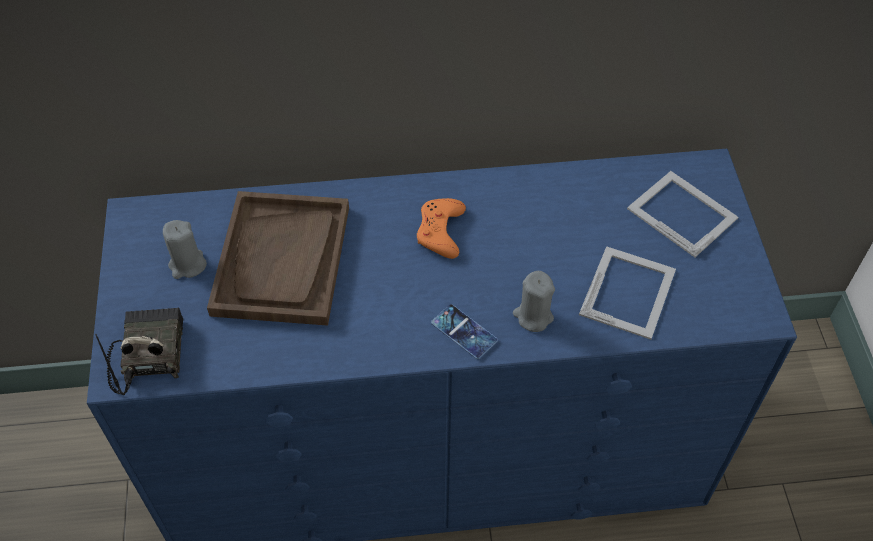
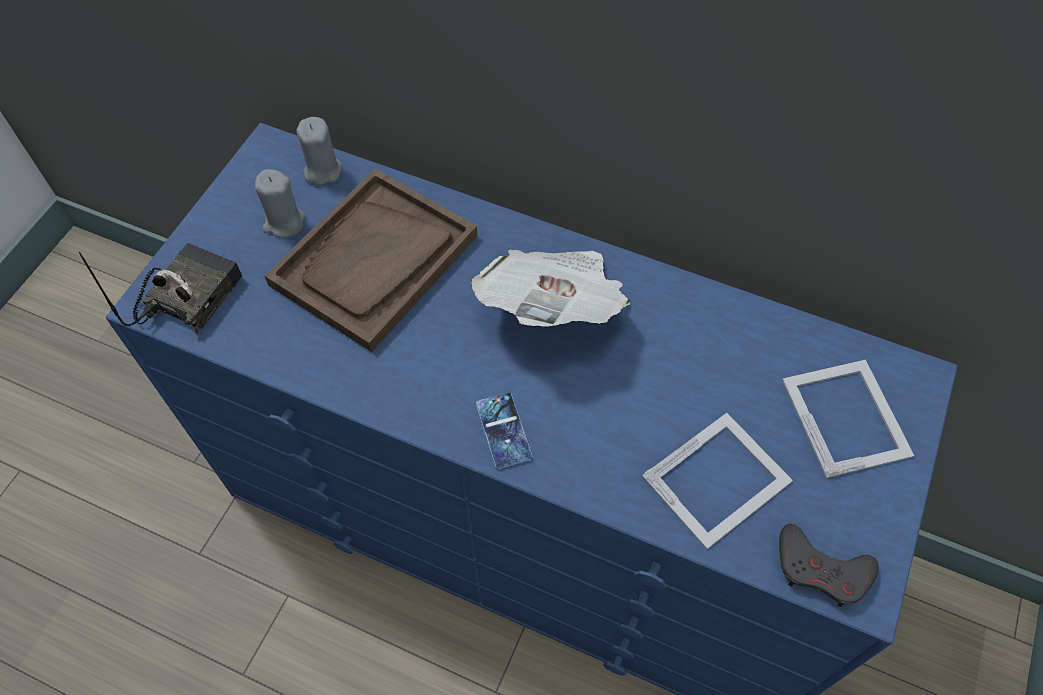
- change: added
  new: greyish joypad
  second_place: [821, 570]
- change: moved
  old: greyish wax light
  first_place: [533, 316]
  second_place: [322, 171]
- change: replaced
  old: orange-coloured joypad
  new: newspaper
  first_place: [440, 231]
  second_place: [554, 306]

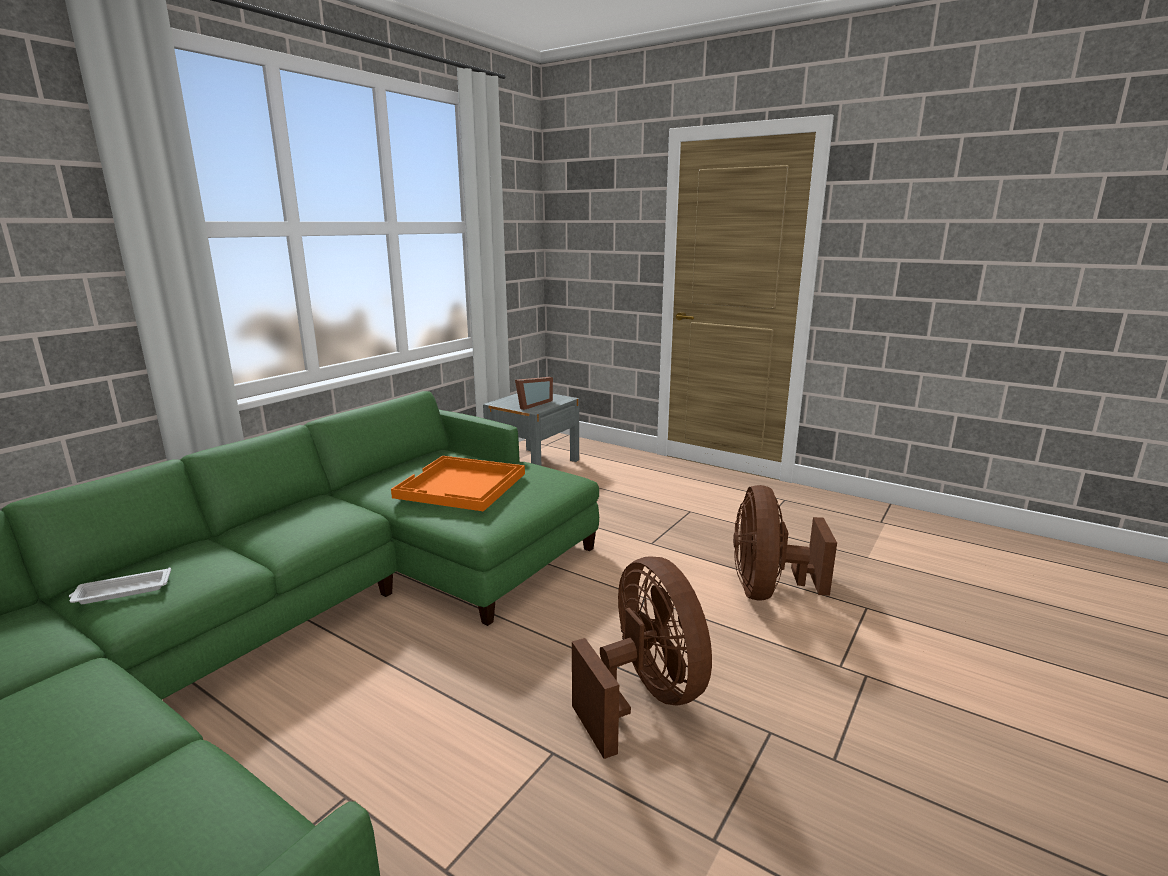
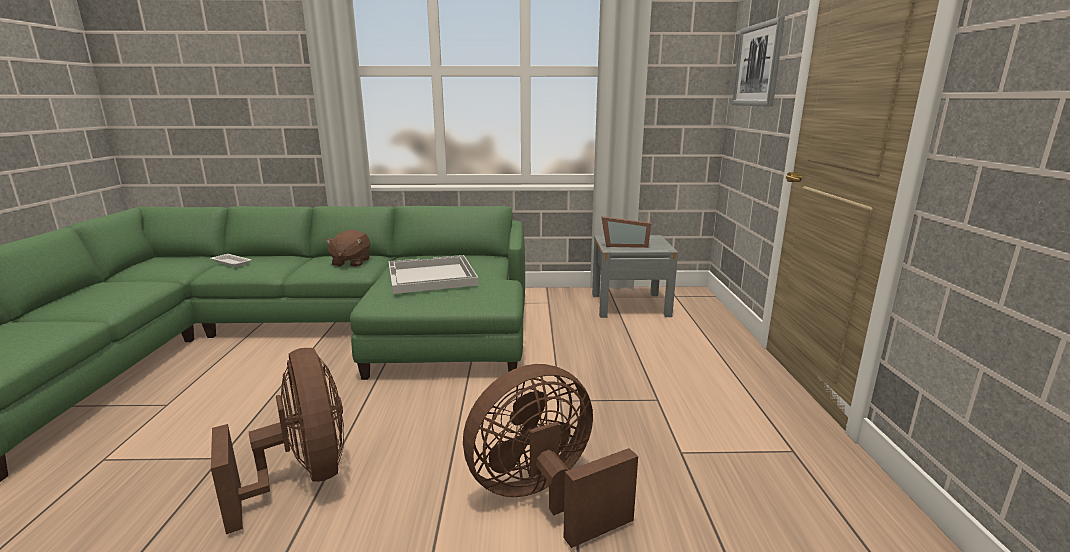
- change: added
  new: brown-coloured plush toy
  second_place: [351, 262]
- change: added
  new: wall art
  second_place: [757, 65]
- change: recoloured
  old: orange-coloured serving tray
  new: white serving tray
  first_place: [461, 486]
  second_place: [430, 276]
- change: turned
  old: brown-coloured cooling fan
  first_place: [644, 697]
  second_place: [303, 476]
  degrees: -60

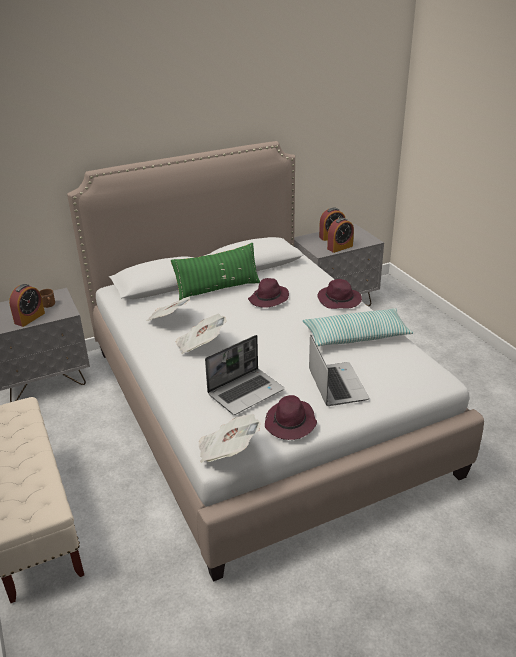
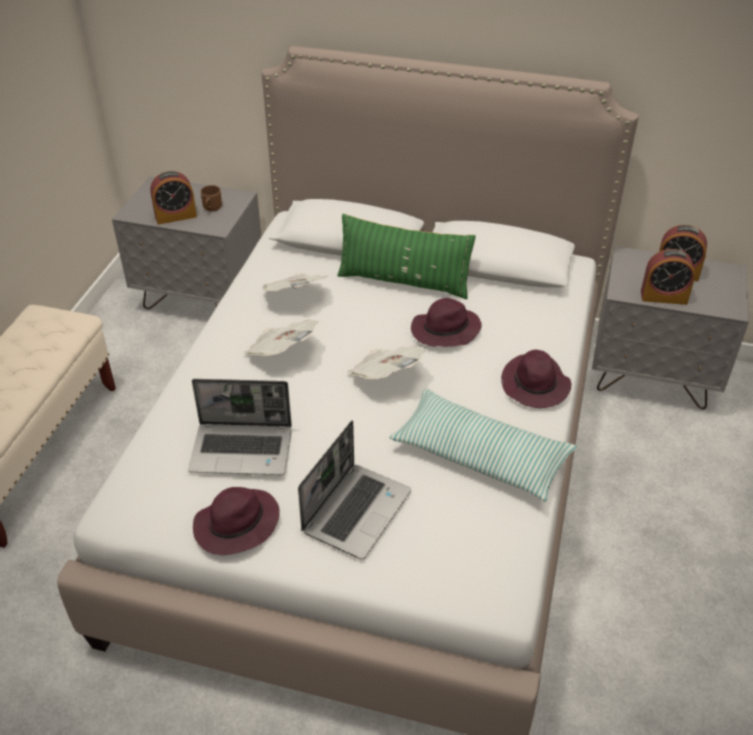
- change: moved
  old: newspaper
  first_place: [227, 451]
  second_place: [386, 376]

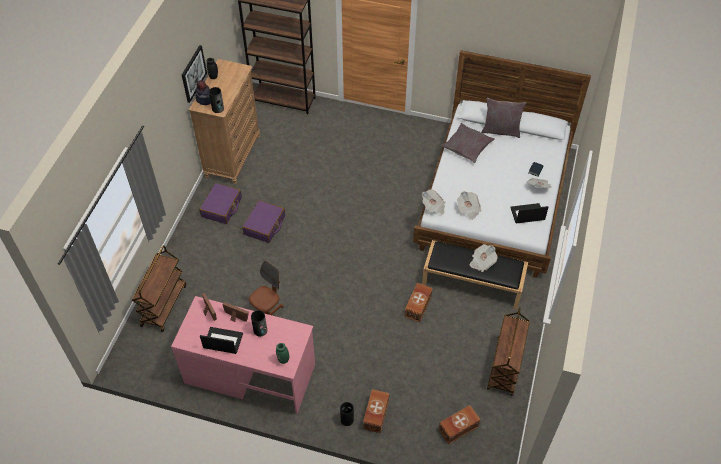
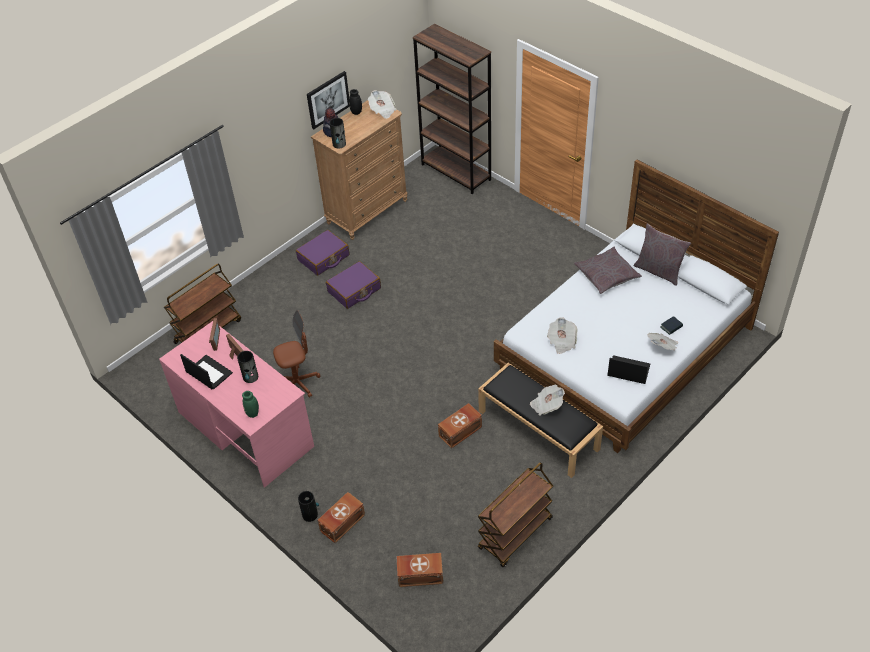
- change: moved
  old: newspaper
  first_place: [433, 206]
  second_place: [382, 110]

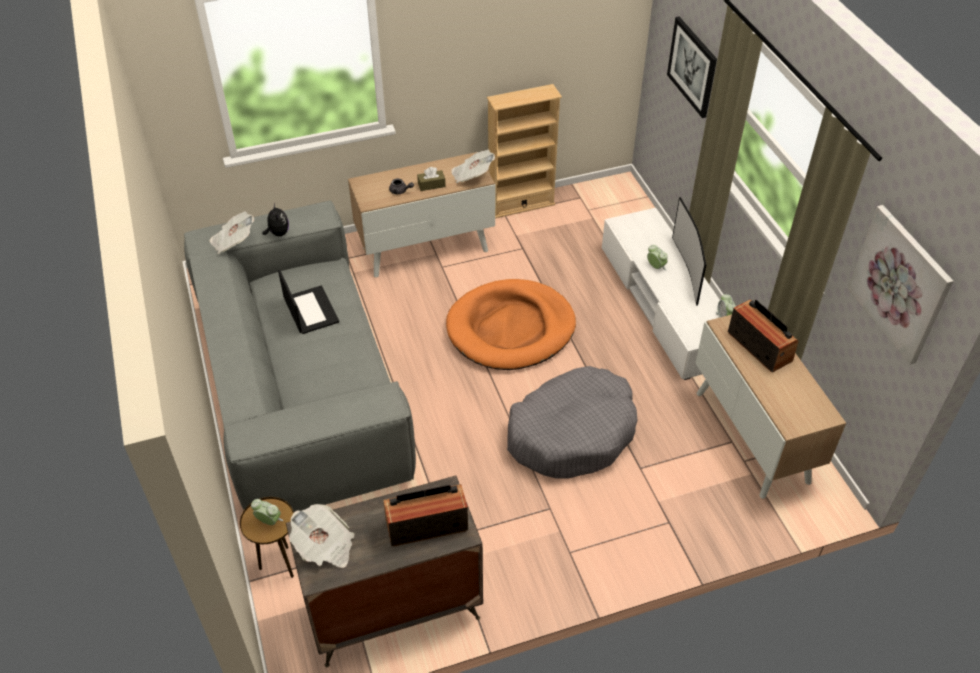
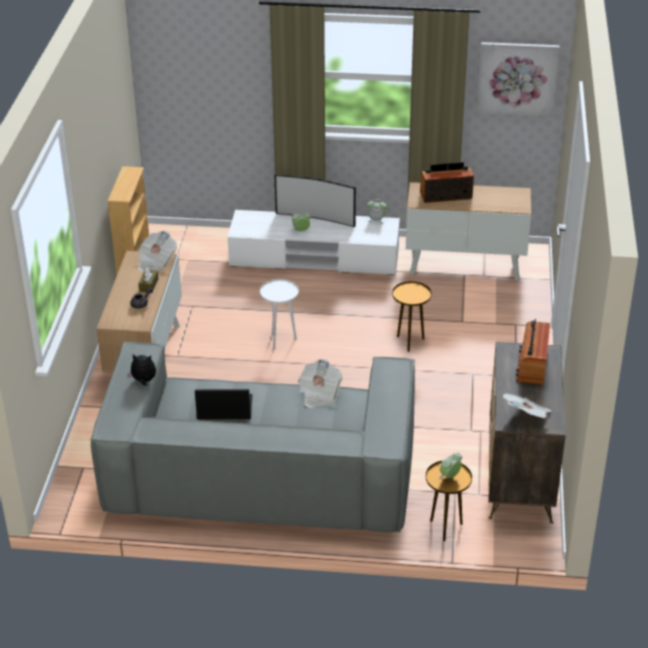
- change: removed
  old: wall art
  first_place: [692, 66]
- change: moved
  old: newspaper
  first_place: [233, 242]
  second_place: [319, 394]
- change: replaced
  old: orange-coloured pet bed
  new: white side table
  first_place: [511, 328]
  second_place: [281, 339]
- change: replaced
  old: greyish pet bed
  new: brown-coloured side table
  first_place: [571, 433]
  second_place: [409, 342]

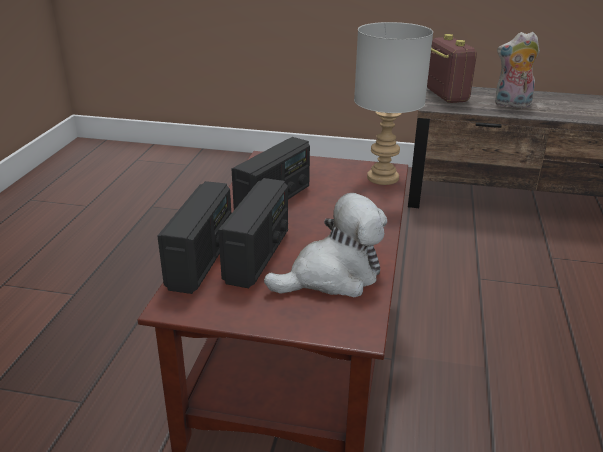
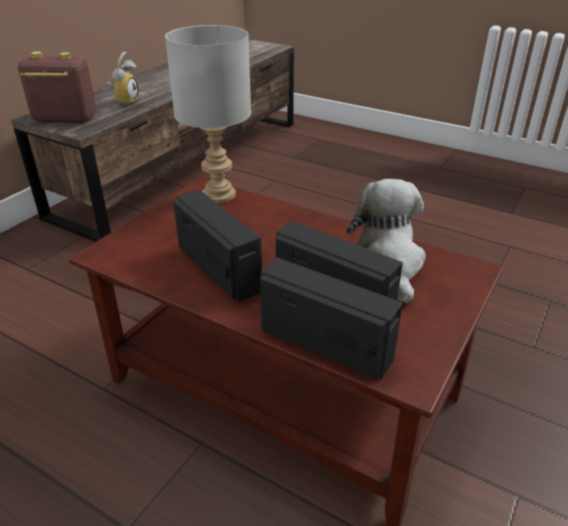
- change: replaced
  old: plush toy
  new: bedside clock
  first_place: [511, 105]
  second_place: [125, 101]

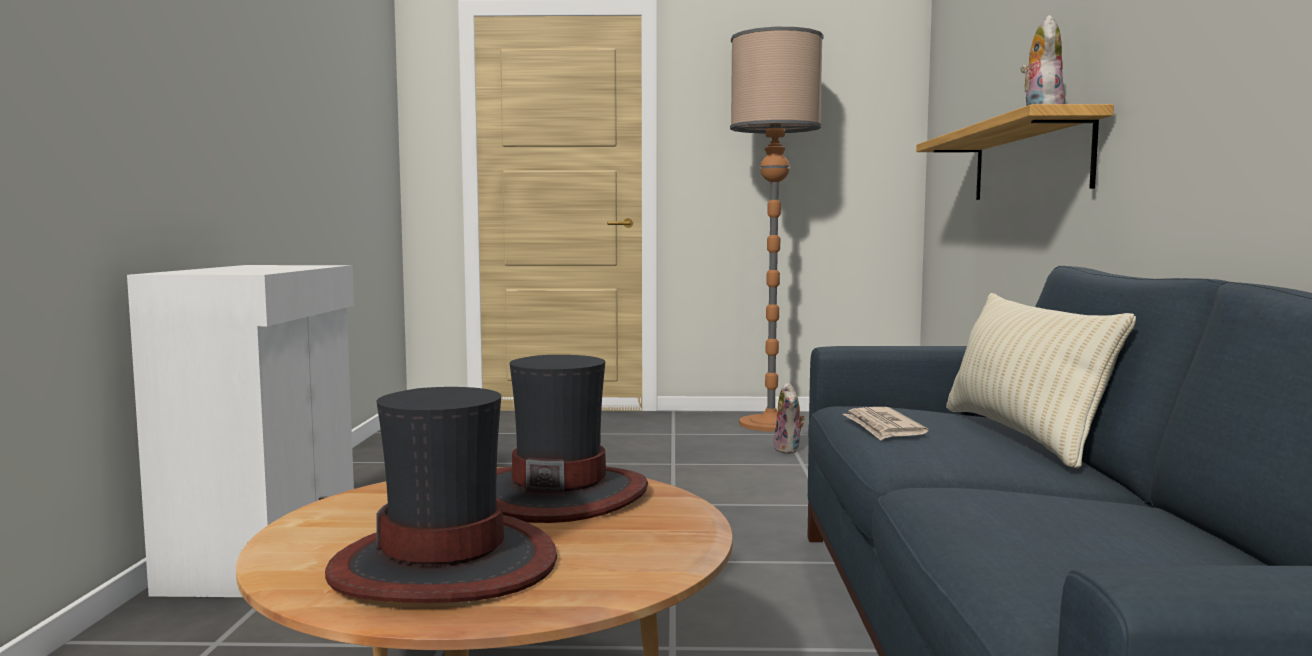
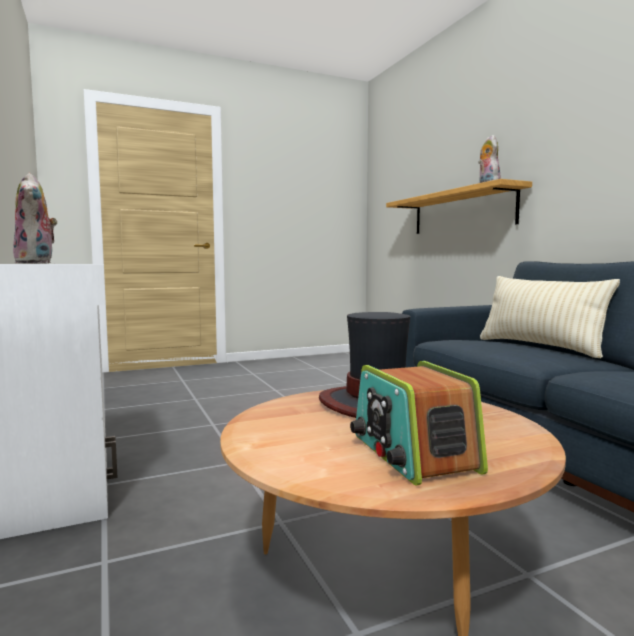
- change: removed
  old: standard lamp
  first_place: [771, 424]
- change: removed
  old: newspaper
  first_place: [883, 428]
- change: moved
  old: plush toy
  first_place: [789, 450]
  second_place: [37, 263]
- change: replaced
  old: clothing hat
  new: radio set
  first_place: [446, 564]
  second_place: [412, 454]

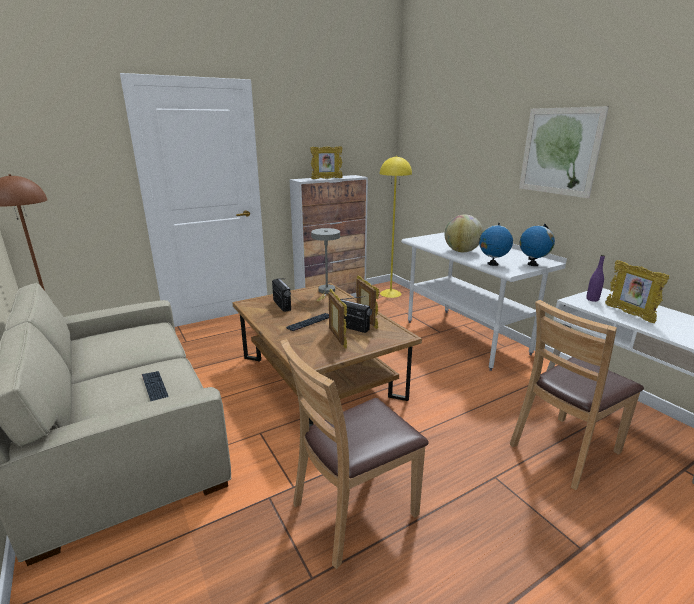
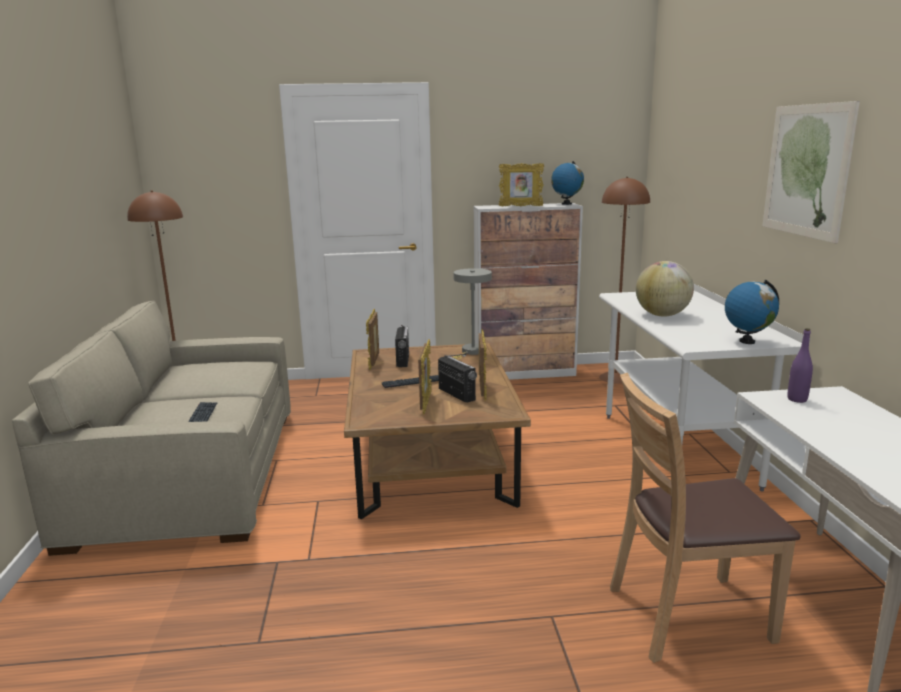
- change: removed
  old: brown-coloured chair
  first_place: [354, 511]
- change: moved
  old: world globe
  first_place: [492, 264]
  second_place: [566, 204]
- change: moved
  old: picture frame
  first_place: [629, 314]
  second_place: [374, 362]
- change: recoloured
  old: yellow-coloured standard lamp
  new: brown-coloured standard lamp
  first_place: [391, 293]
  second_place: [615, 377]

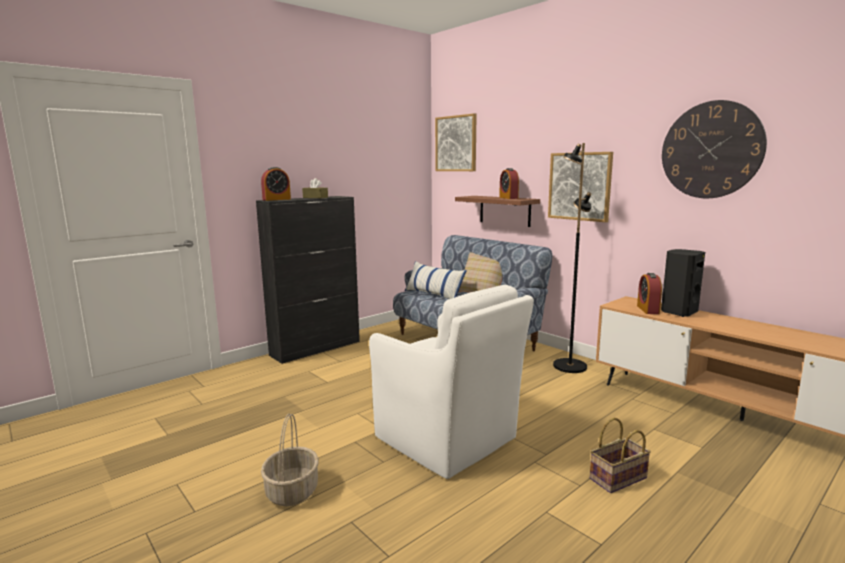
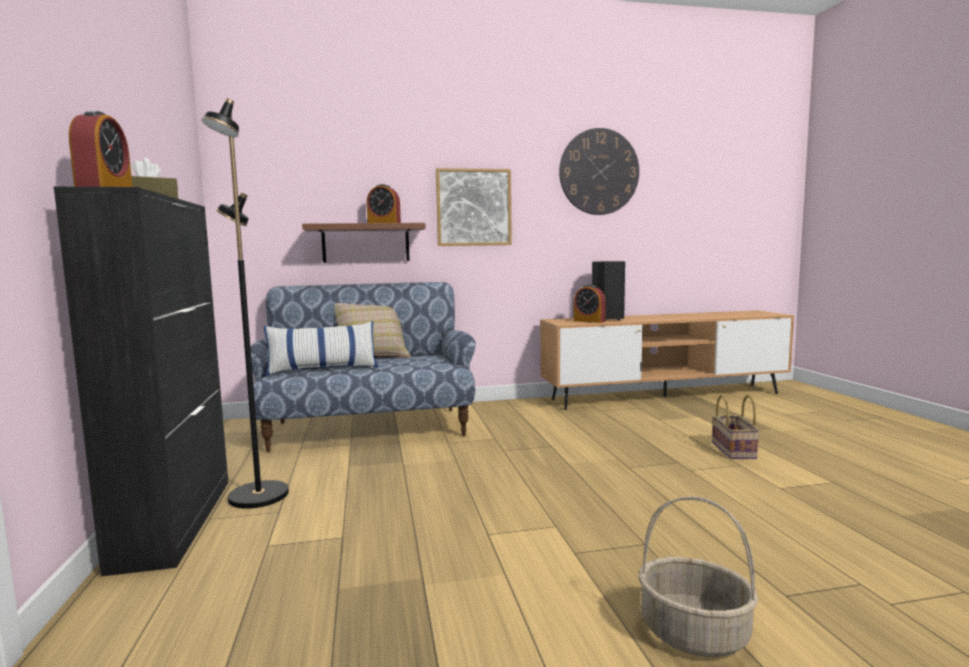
- change: removed
  old: white armchair
  first_place: [448, 440]
- change: removed
  old: wall art
  first_place: [456, 143]
- change: moved
  old: blackish standard lamp
  first_place: [569, 366]
  second_place: [257, 496]

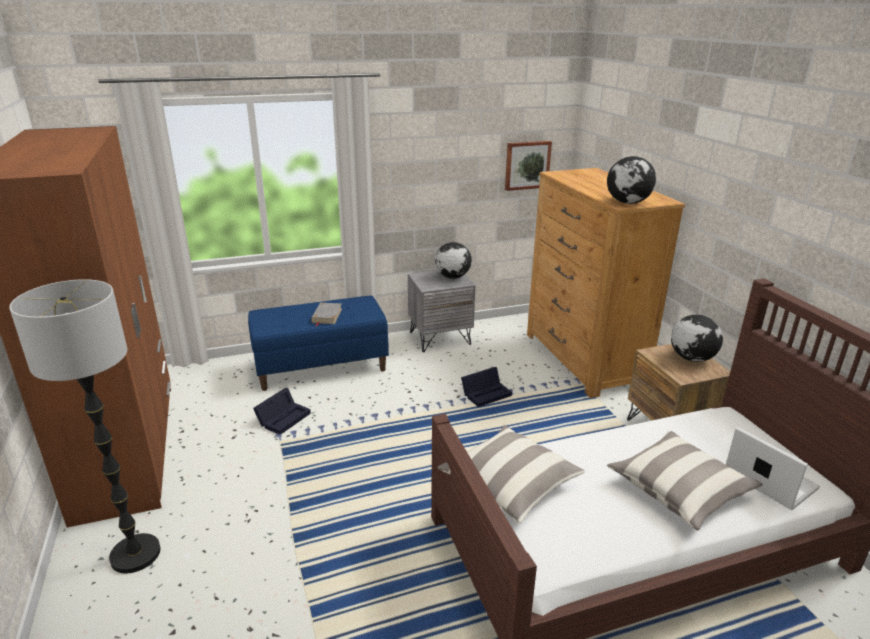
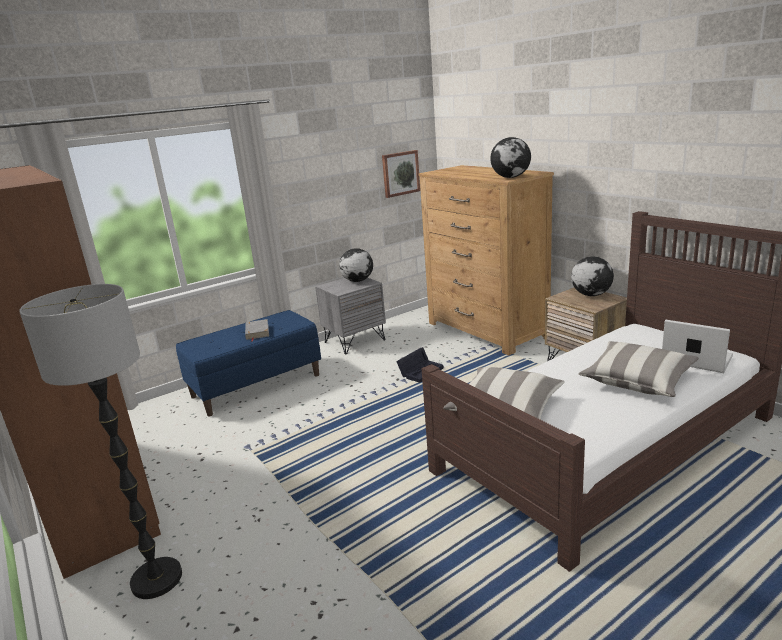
- change: removed
  old: blackish storage box
  first_place: [284, 417]

